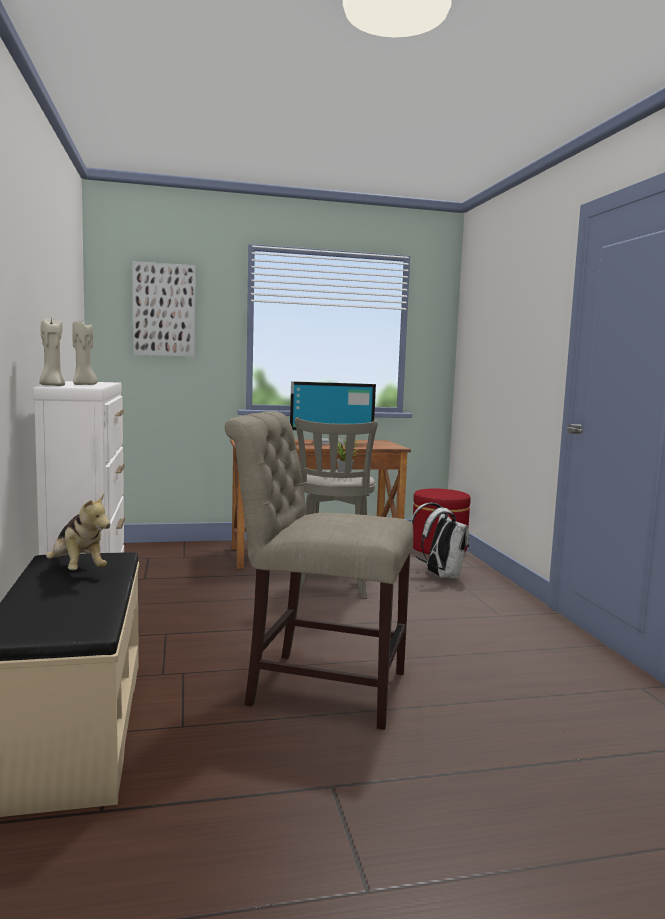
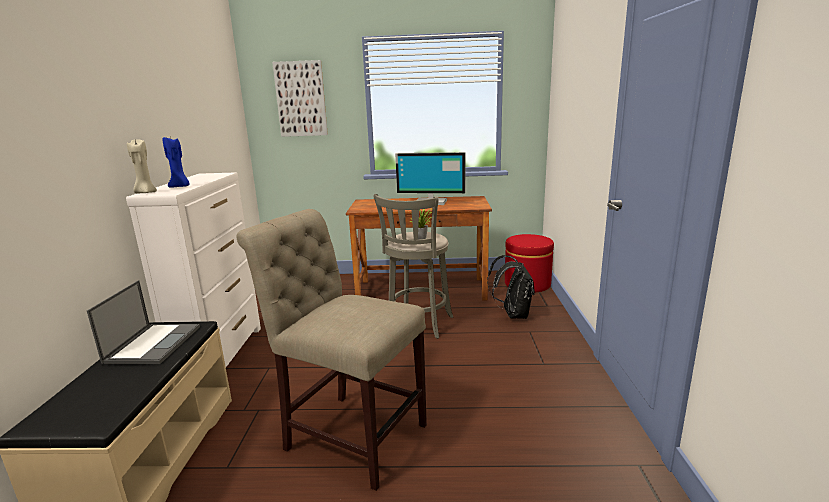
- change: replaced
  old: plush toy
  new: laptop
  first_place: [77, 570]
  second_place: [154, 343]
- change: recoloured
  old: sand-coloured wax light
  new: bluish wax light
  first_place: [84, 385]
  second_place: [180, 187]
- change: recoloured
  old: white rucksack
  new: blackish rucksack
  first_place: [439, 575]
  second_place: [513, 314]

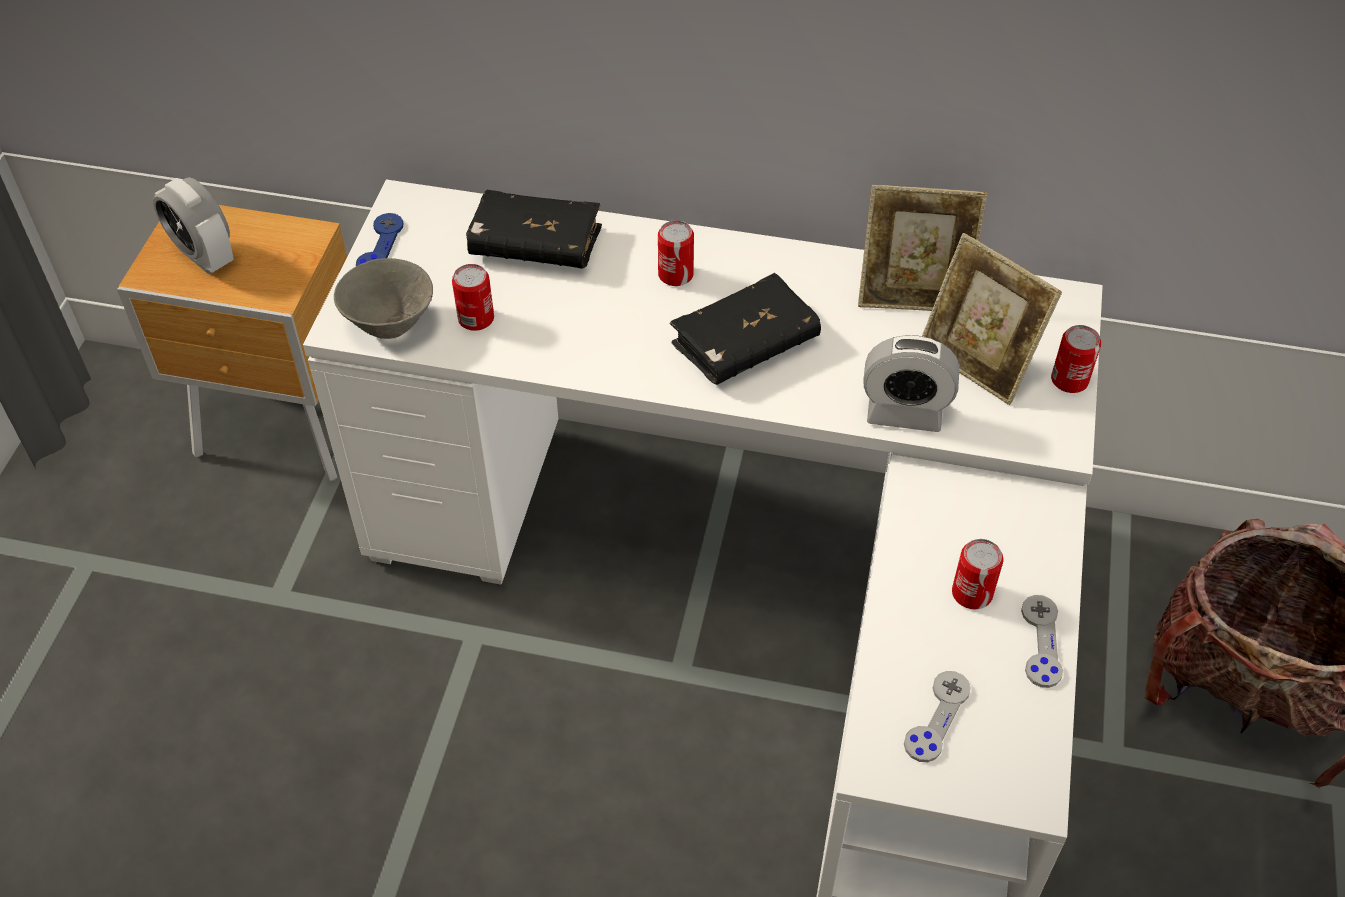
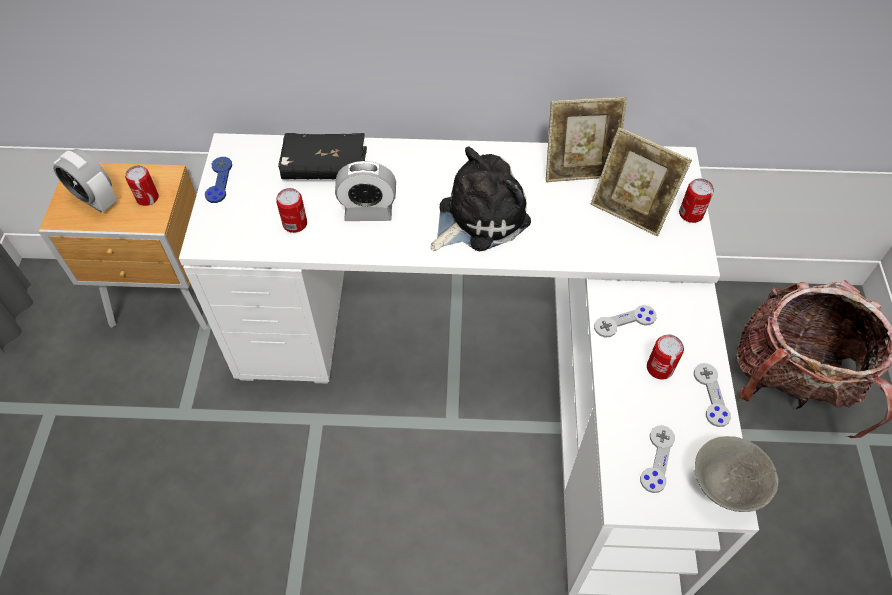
- change: added
  new: greyish joypad
  second_place: [625, 322]
- change: moved
  old: greyish serving bowl
  first_place: [390, 325]
  second_place: [724, 487]
- change: moved
  old: can
  first_place: [675, 275]
  second_place: [147, 198]
- change: moved
  old: bedside clock
  first_place: [904, 413]
  second_place: [368, 211]
- change: replaced
  old: blackish book
  new: plush toy
  first_place: [745, 344]
  second_place: [478, 217]

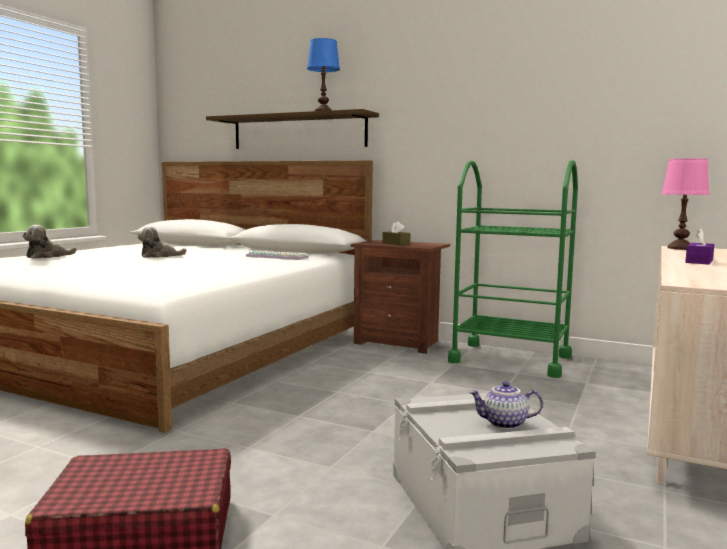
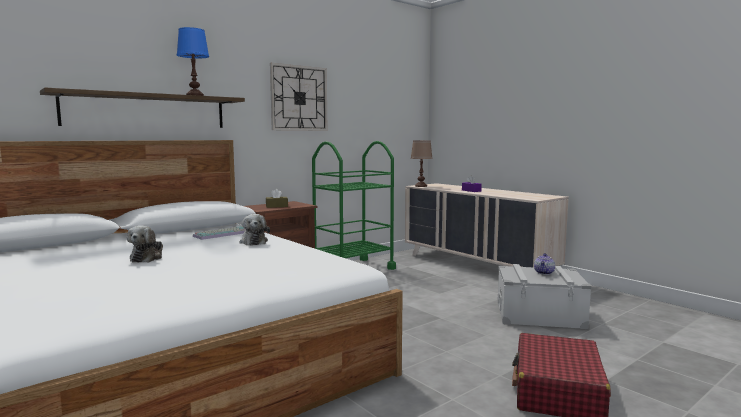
- change: added
  new: hanging clock
  second_place: [299, 98]
- change: moved
  old: plush toy
  first_place: [47, 256]
  second_place: [253, 242]
- change: recoloured
  old: pinkish lamp for a table
  new: brown-coloured lamp for a table
  first_place: [680, 248]
  second_place: [421, 186]

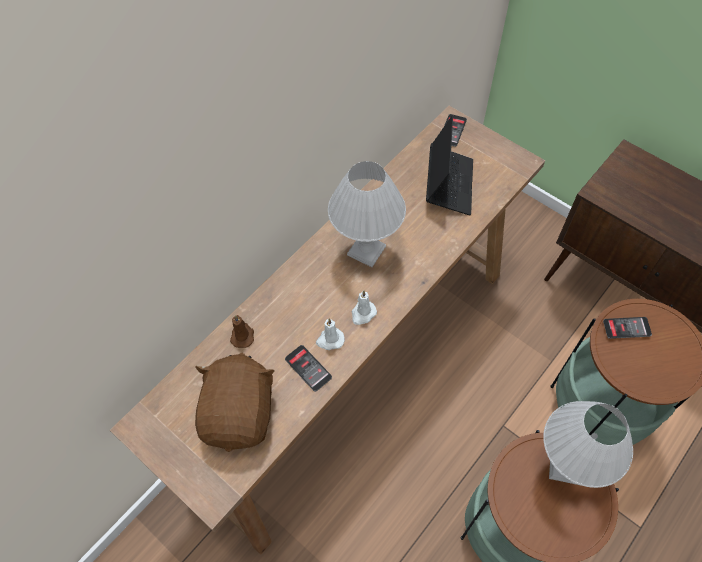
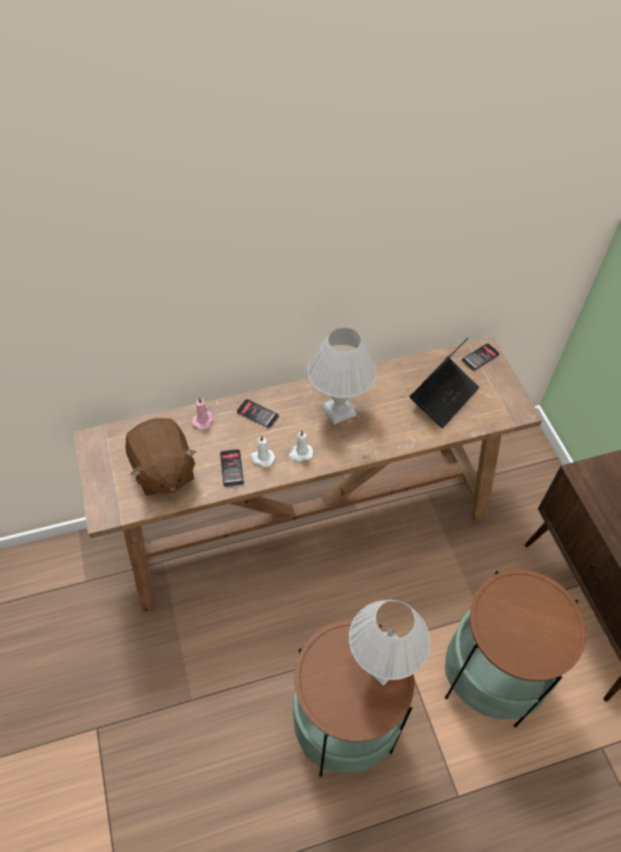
- change: moved
  old: telephone
  first_place: [626, 328]
  second_place: [257, 414]
- change: recoloured
  old: brown-coloured wax light
  new: pinkish wax light
  first_place: [243, 335]
  second_place: [204, 420]
- change: turned
  old: brown-coloured plush toy
  first_place: [241, 413]
  second_place: [163, 471]
  degrees: 120

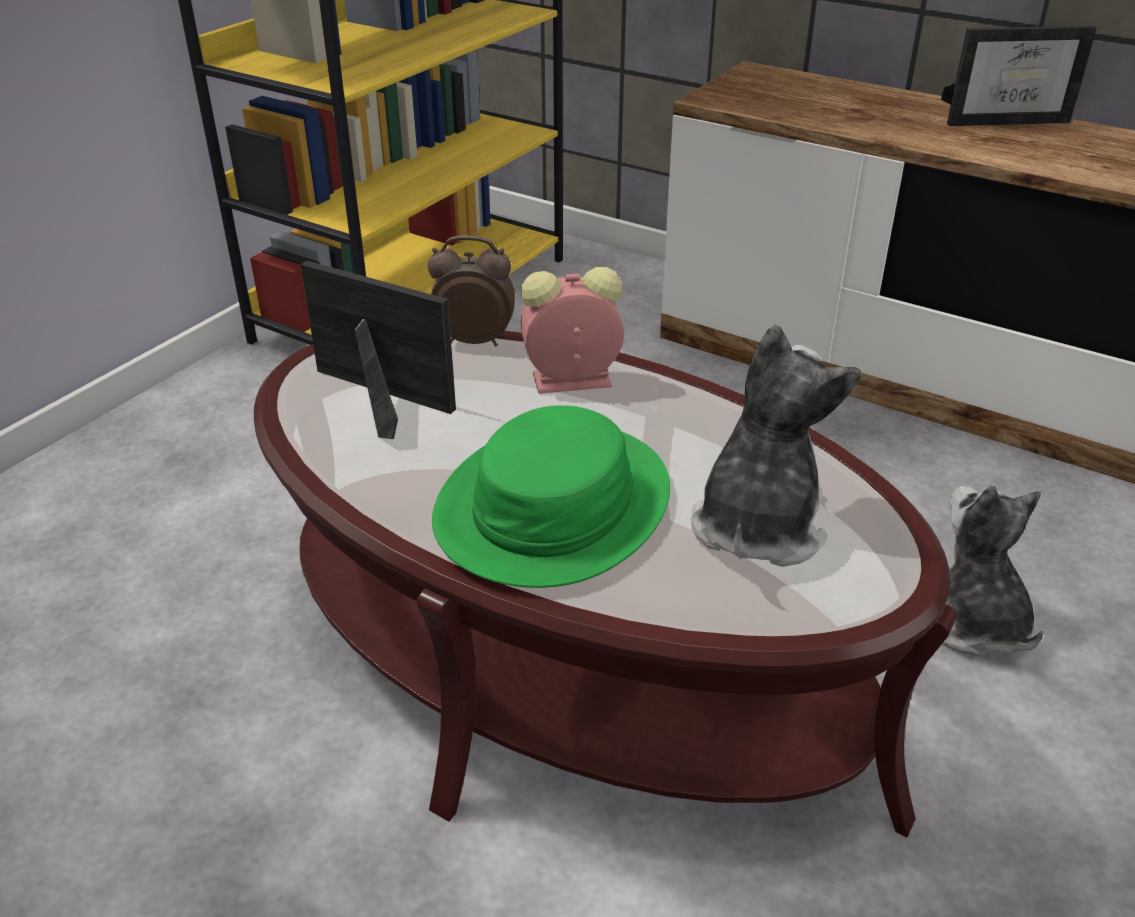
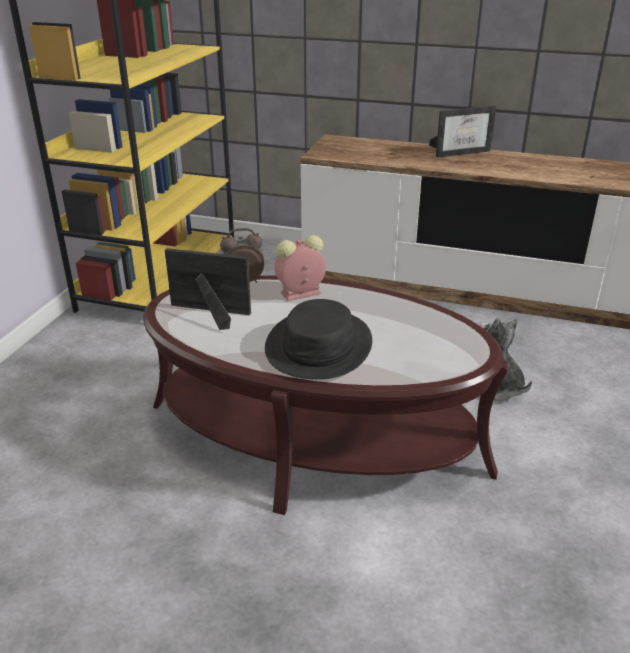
- change: removed
  old: plush toy
  first_place: [757, 525]
- change: recoloured
  old: greenish clothing hat
  new: blackish clothing hat
  first_place: [554, 505]
  second_place: [319, 346]

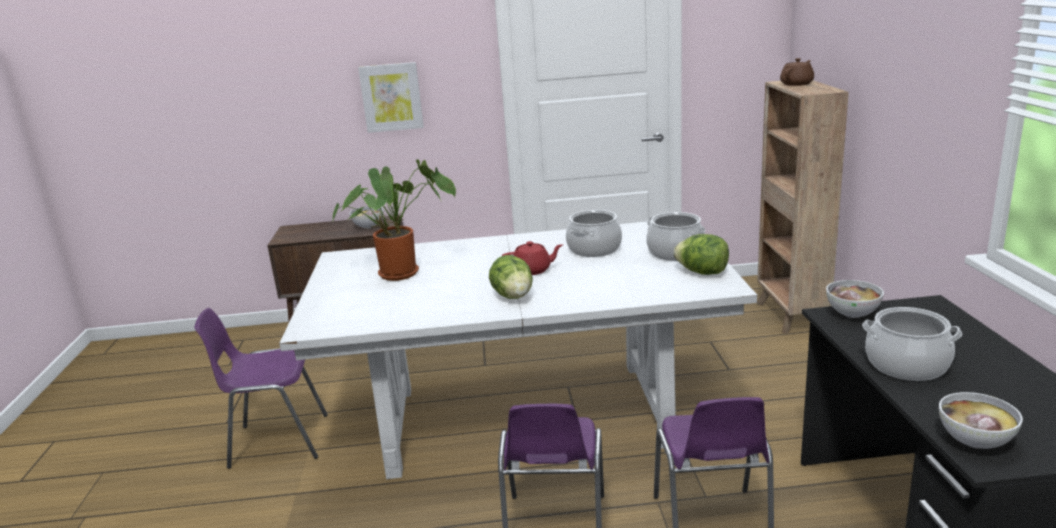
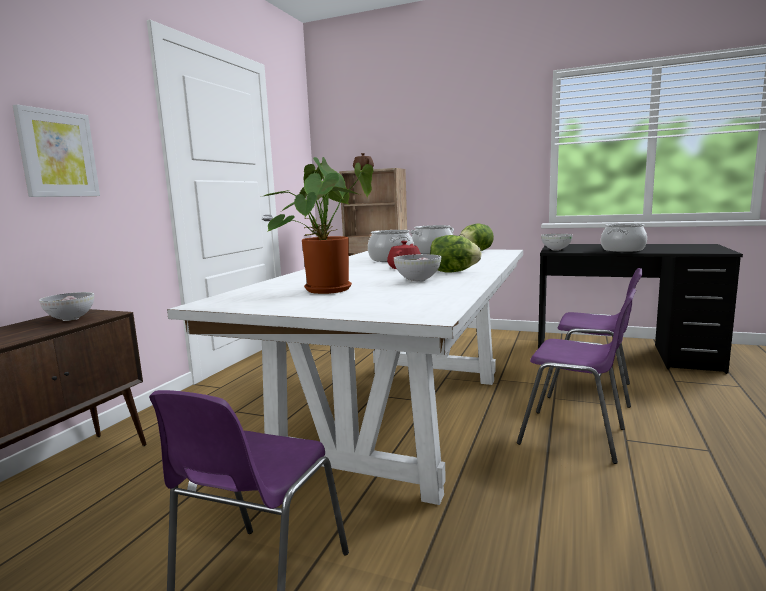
- change: moved
  old: serving bowl
  first_place: [974, 441]
  second_place: [417, 280]

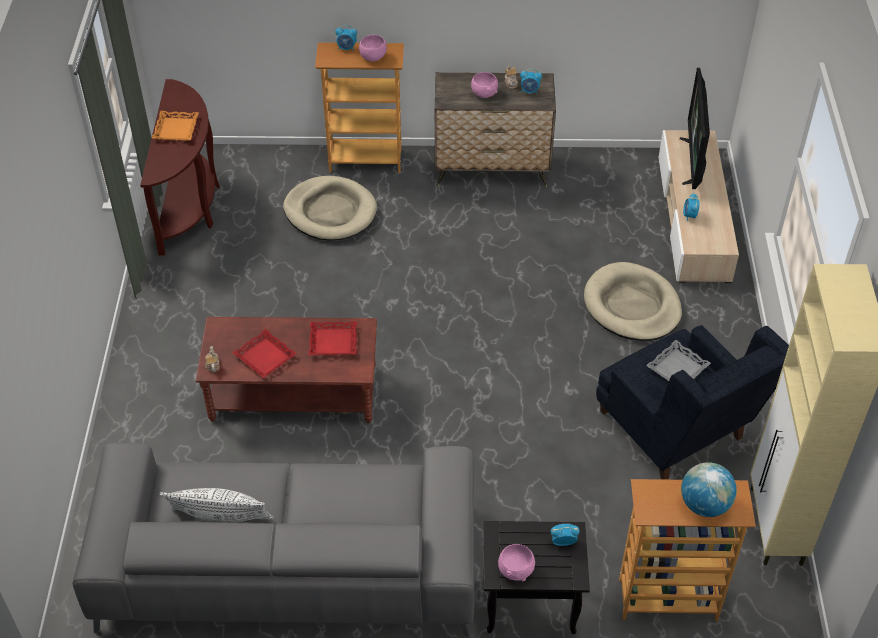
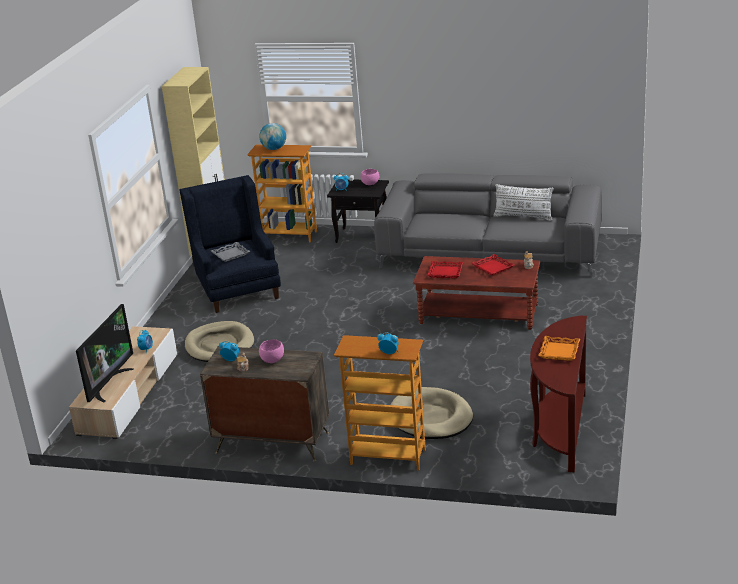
- change: removed
  old: pinkish serving bowl
  first_place: [373, 57]

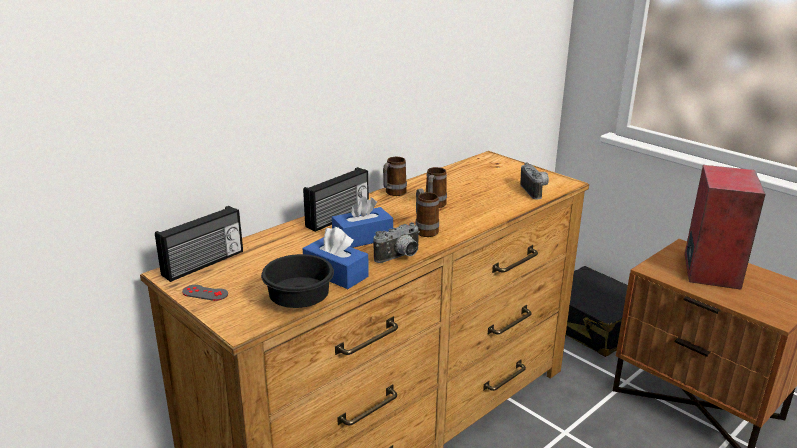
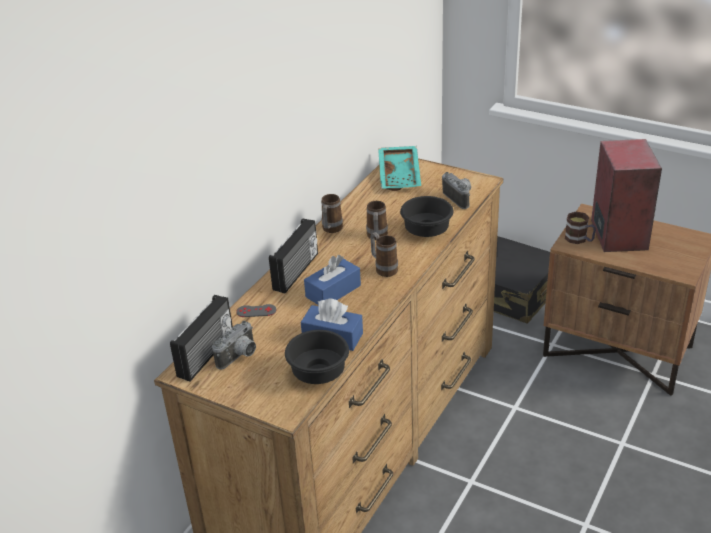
- change: added
  new: turquoise serving tray
  second_place: [400, 175]
- change: added
  new: blackish serving bowl
  second_place: [425, 230]
- change: added
  new: coffee mug
  second_place: [579, 239]
- change: moved
  old: greyish joypad
  first_place: [205, 293]
  second_place: [256, 311]
- change: moved
  old: photo camera
  first_place: [400, 257]
  second_place: [240, 357]

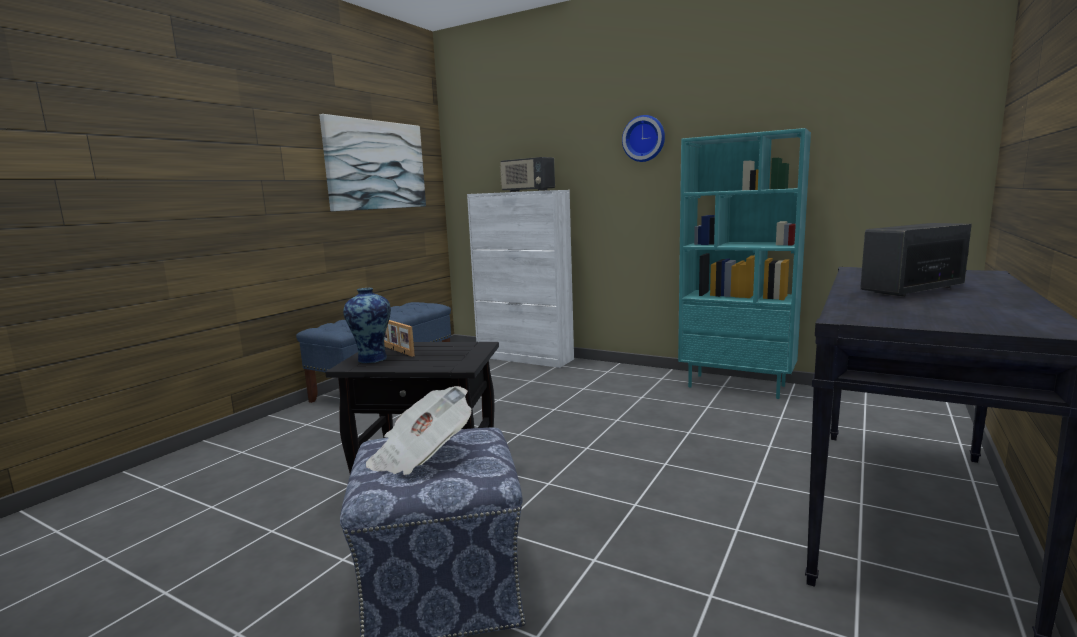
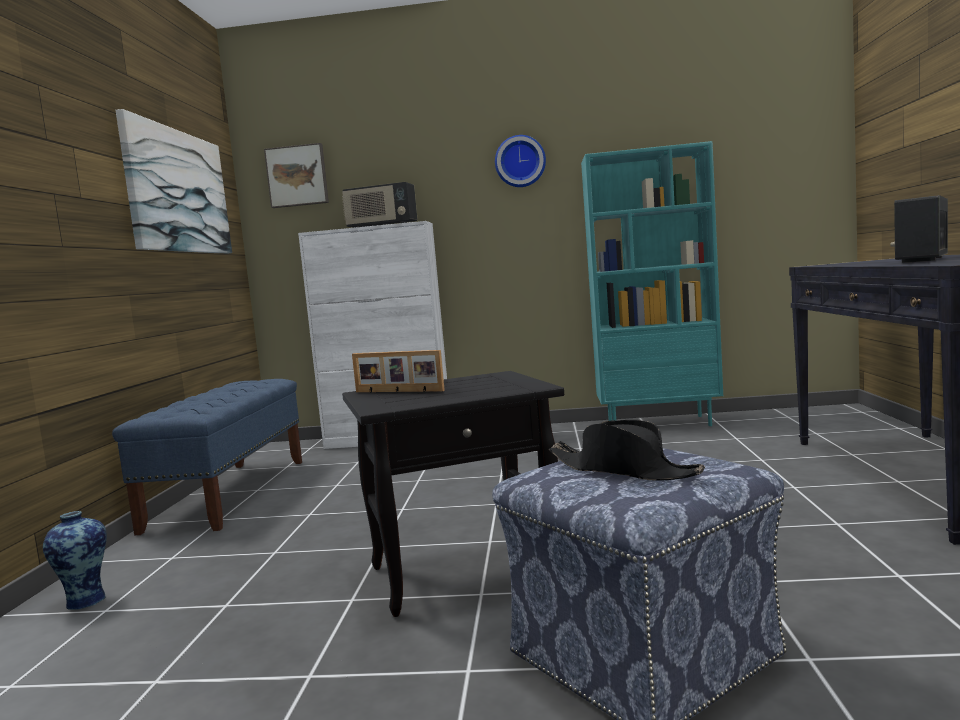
- change: added
  new: wall art
  second_place: [297, 176]
- change: moved
  old: flower vase
  first_place: [372, 359]
  second_place: [85, 600]
- change: replaced
  old: newspaper
  new: blackish clothing hat
  first_place: [421, 456]
  second_place: [623, 470]

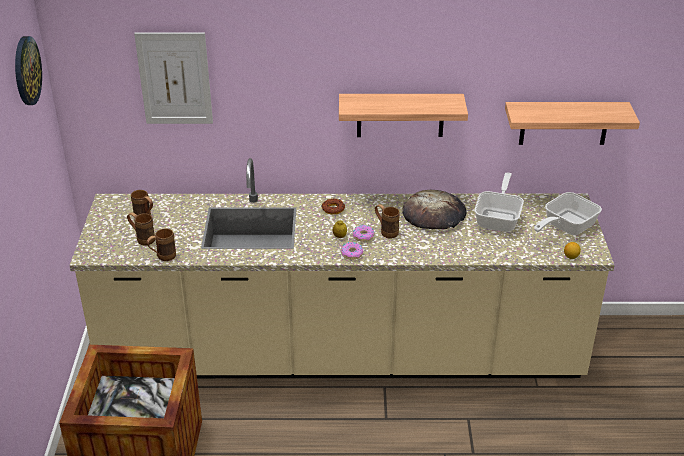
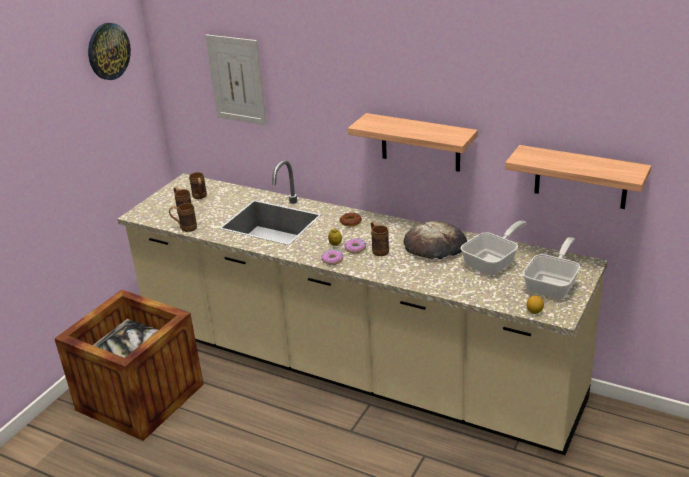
- change: turned
  old: pan
  first_place: [565, 227]
  second_place: [553, 284]
  degrees: 135

